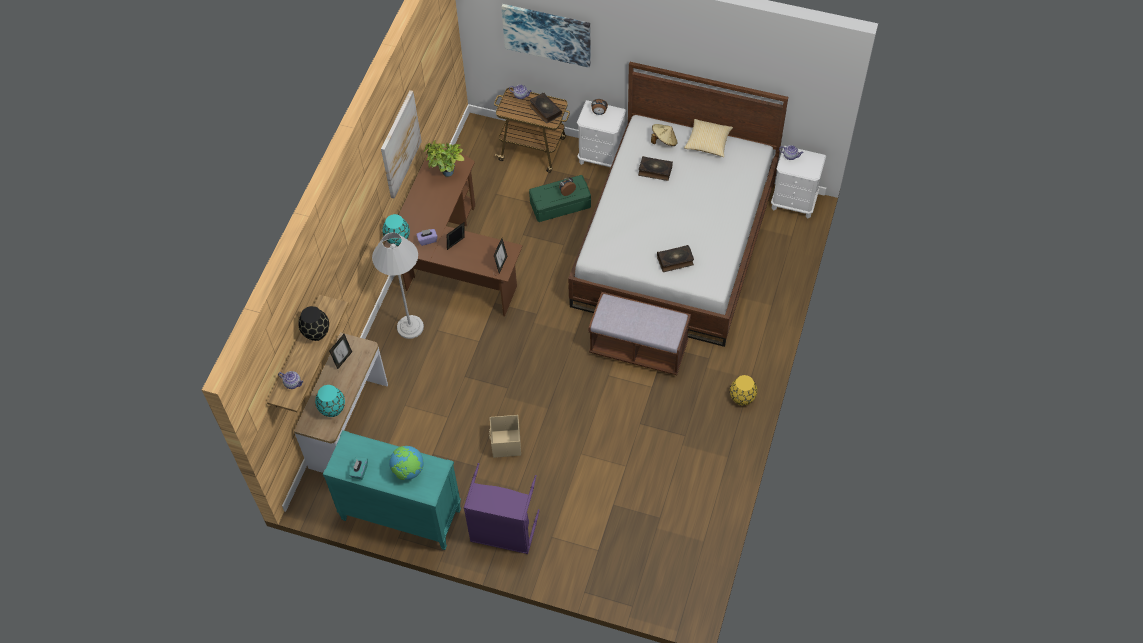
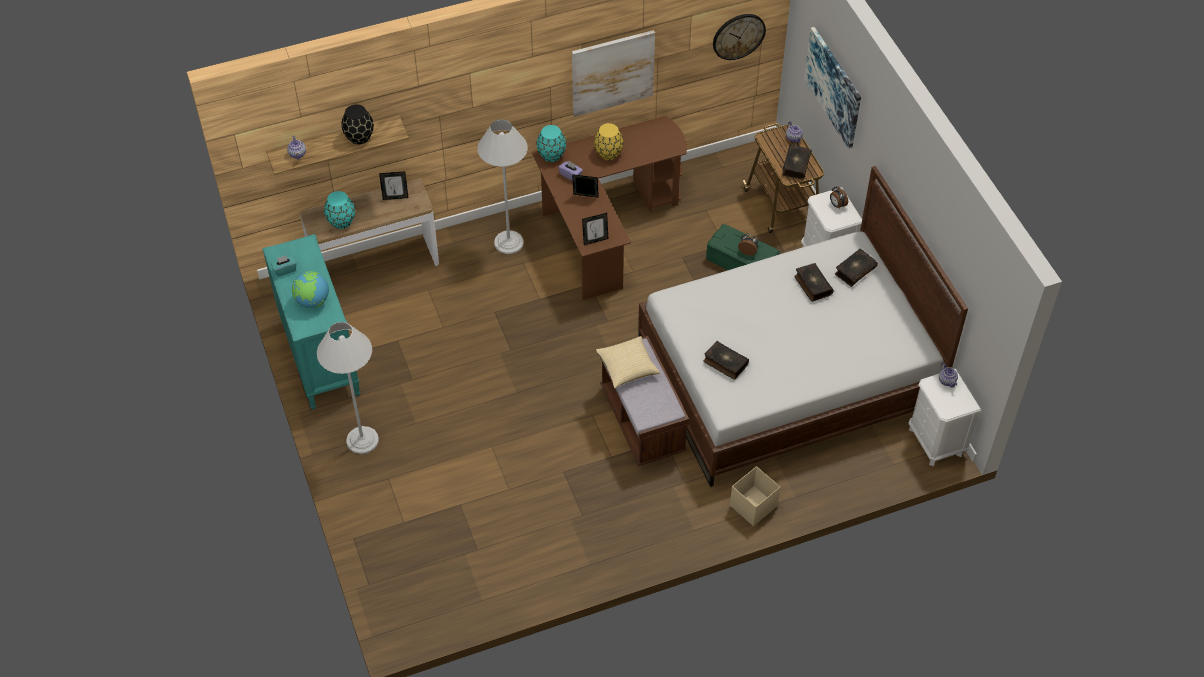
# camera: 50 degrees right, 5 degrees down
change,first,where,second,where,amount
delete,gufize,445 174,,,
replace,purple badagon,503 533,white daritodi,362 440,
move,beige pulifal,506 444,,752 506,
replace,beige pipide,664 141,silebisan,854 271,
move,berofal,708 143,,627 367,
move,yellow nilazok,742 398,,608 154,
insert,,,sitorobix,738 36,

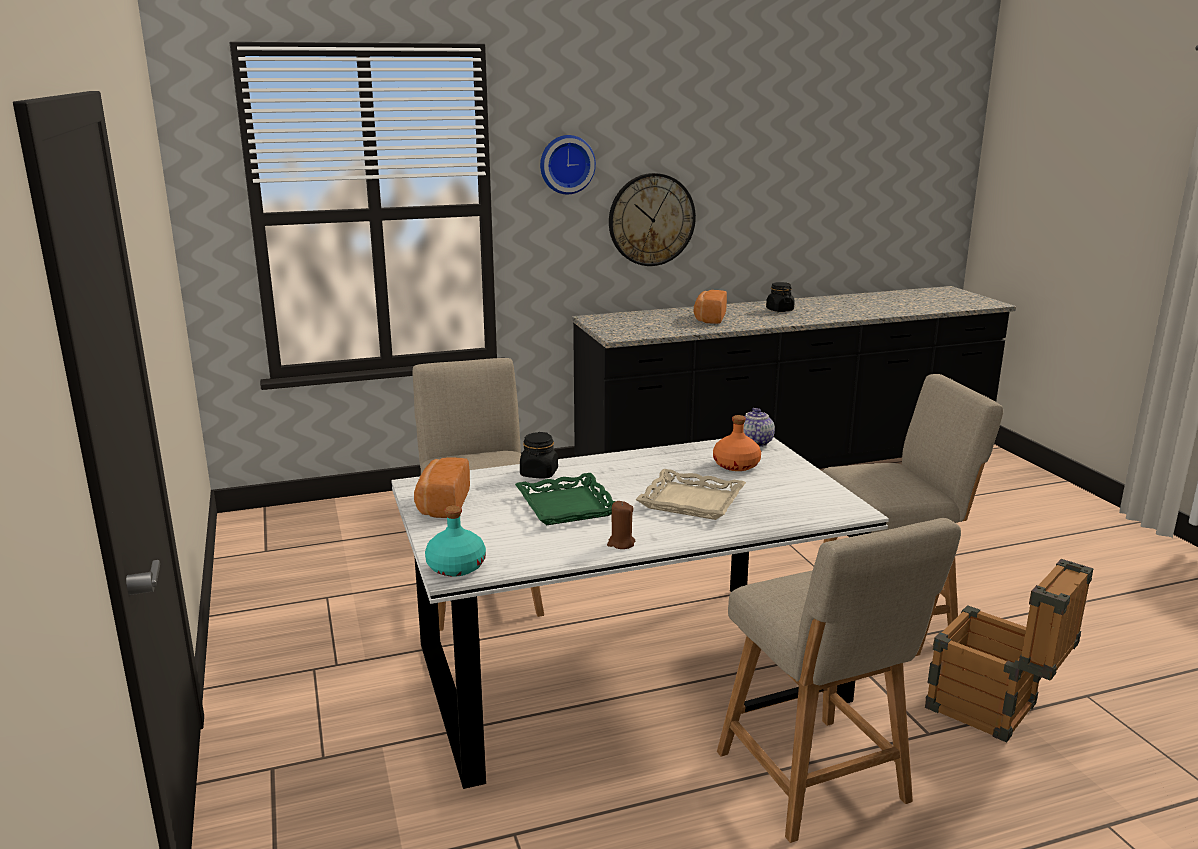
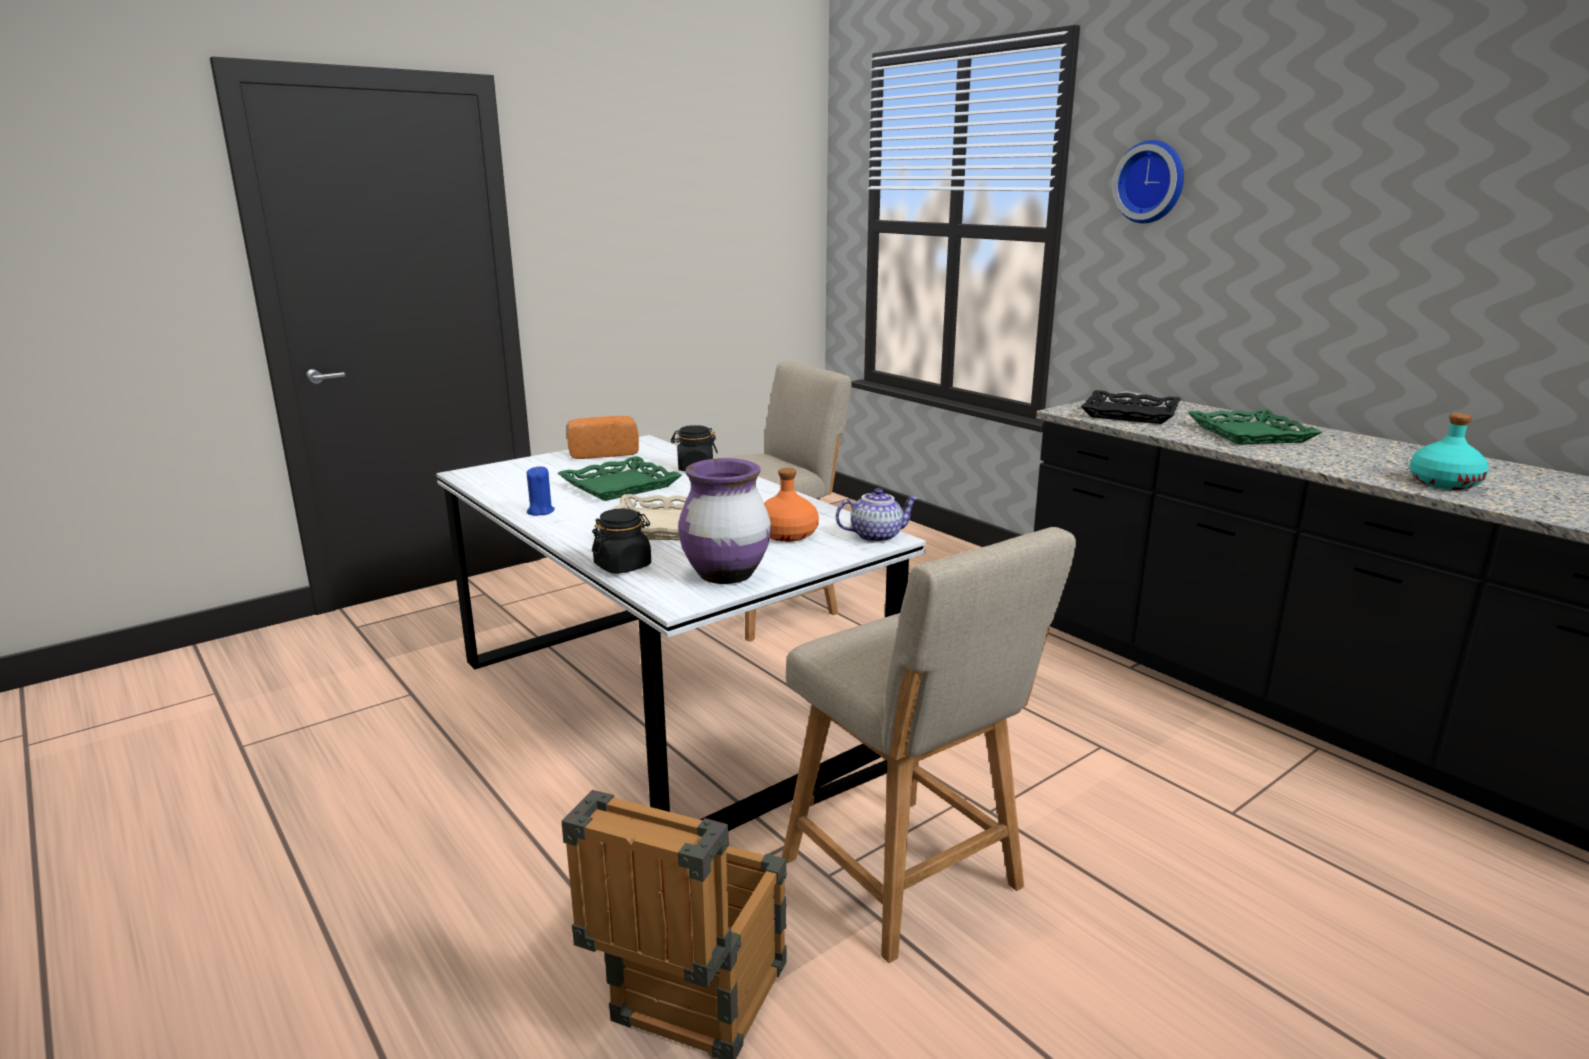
# camera: 70 degrees right, 0 degrees up
change,first,where,second,where,amount
move,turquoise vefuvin,455 567,,1443 483,
recolor,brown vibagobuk,621 543,blue vibagobuk,540 511,
delete,sitorobix,651 219,,,
replace,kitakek,709 318,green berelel,1251 434,
delete,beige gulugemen,816 782,,,
move,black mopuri,779 310,,623 566,
insert,,,purple nilazok,725 576,
insert,,,black berelel,1129 414,

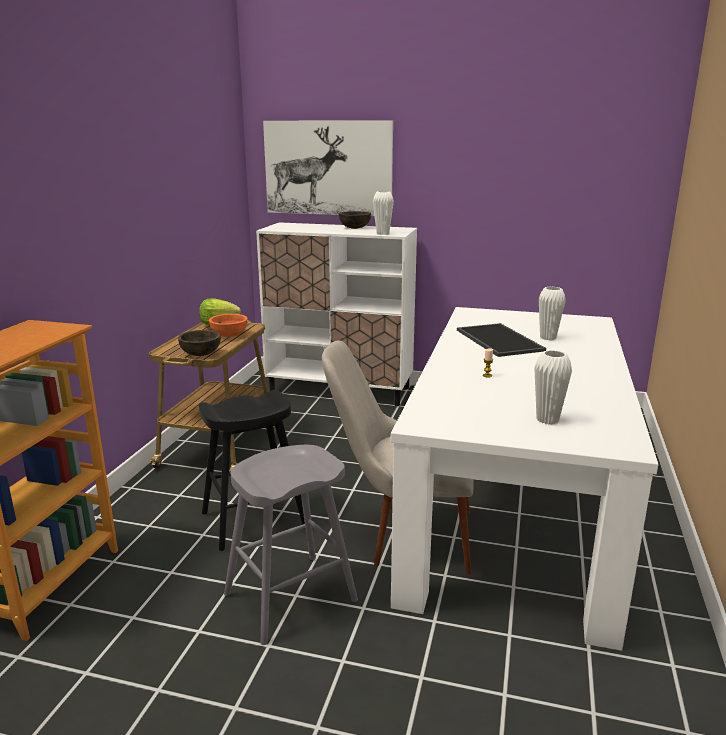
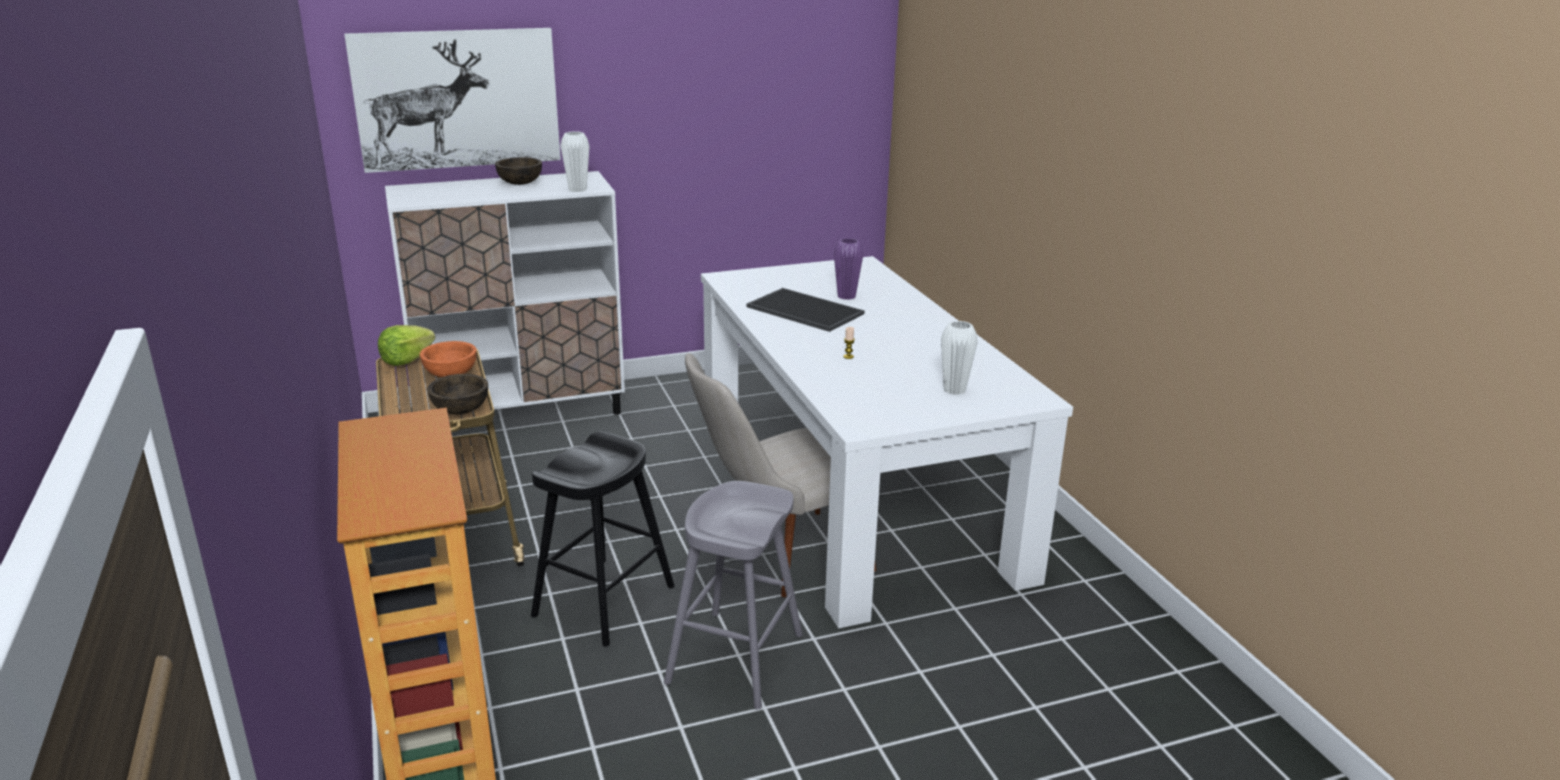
# camera: 35 degrees left, 5 degrees up
change,first,where,second,where,amount
recolor,white nilazok,548 338,purple nilazok,846 296,

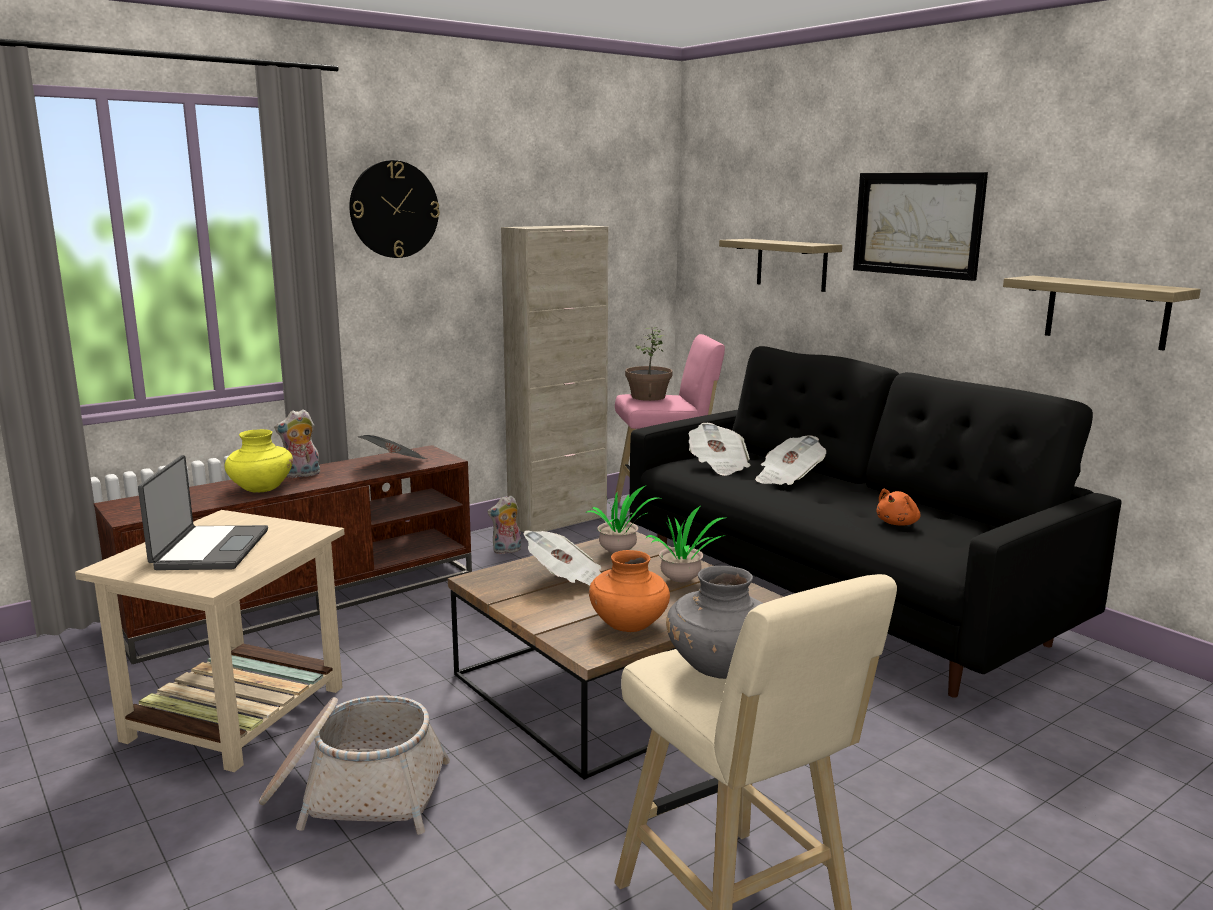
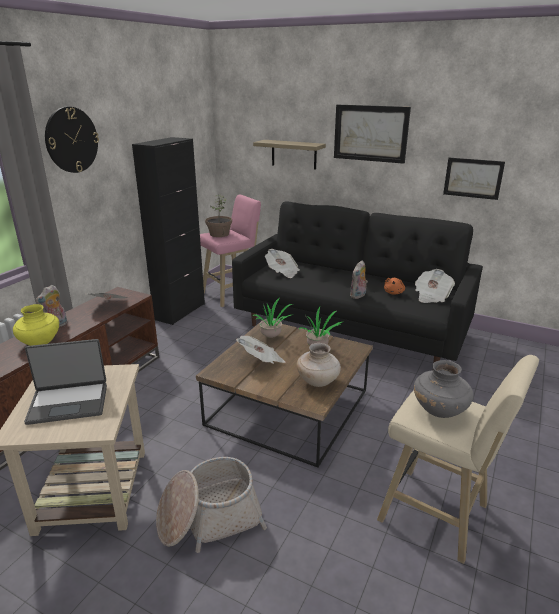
# camera: 25 degrees left, 10 degrees up
change,first,where,second,where,amount
rotate,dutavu,209 550,,69 403,105 degrees clockwise
move,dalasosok,507 551,,358 296,
recolor,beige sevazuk,558 521,black sevazuk,180 311,
recolor,orange nilazok,629 625,beige nilazok,318 382,
move,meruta,787 478,,431 296,
replace,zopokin,1106 312,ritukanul,473 178,

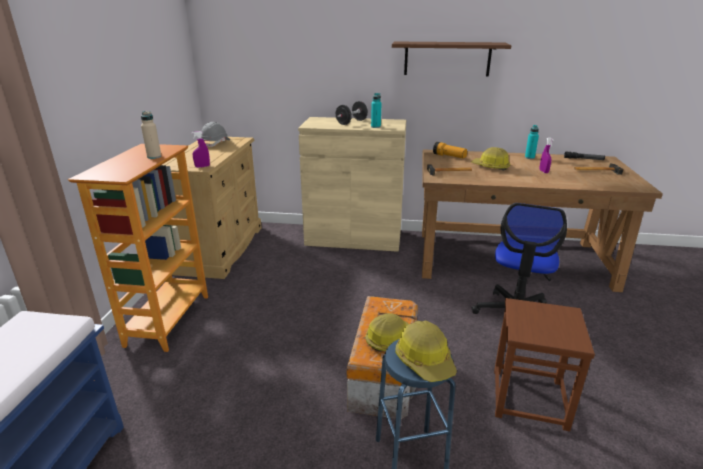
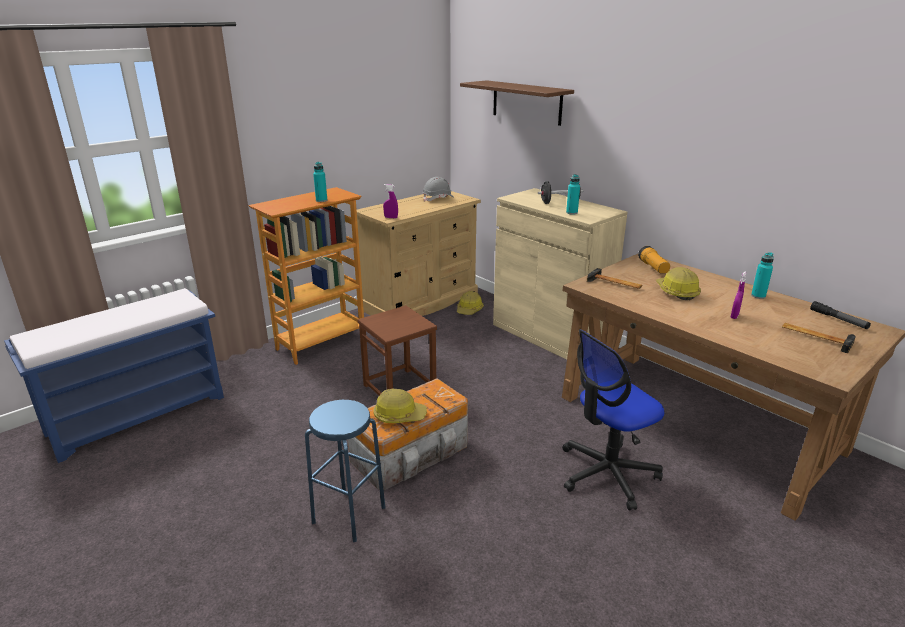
# camera: 40 degrees right, 0 degrees up
change,first,where,second,where,amount
recolor,beige vefuvin,154 157,turquoise vefuvin,321 200,
move,brown zopokin,447 59,,526 102,
move,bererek,425 360,,469 310,
move,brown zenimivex,529 398,,400 388,

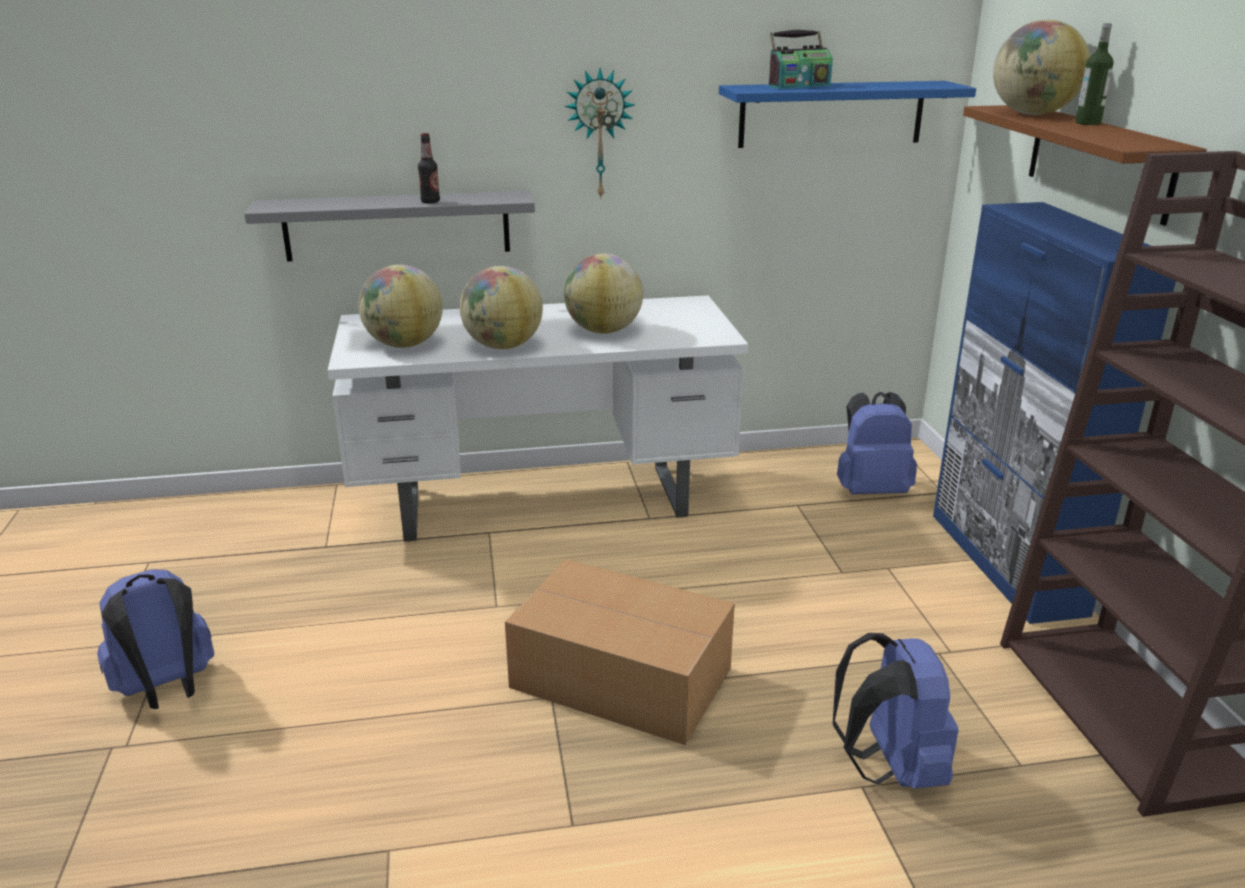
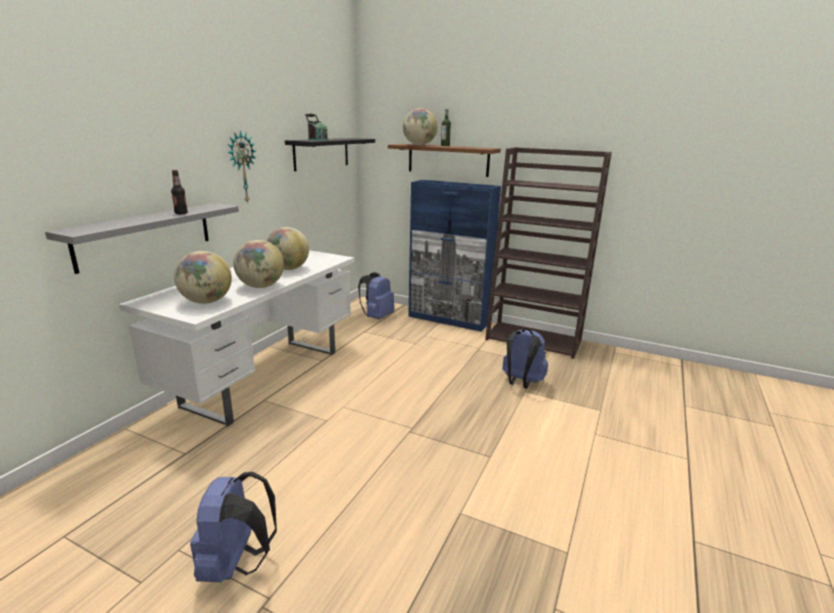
# camera: 55 degrees left, 5 degrees down
change,first,where,second,where,amount
delete,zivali,619 676,,,
recolor,blue zopokin,831 114,black zopokin,321 153,

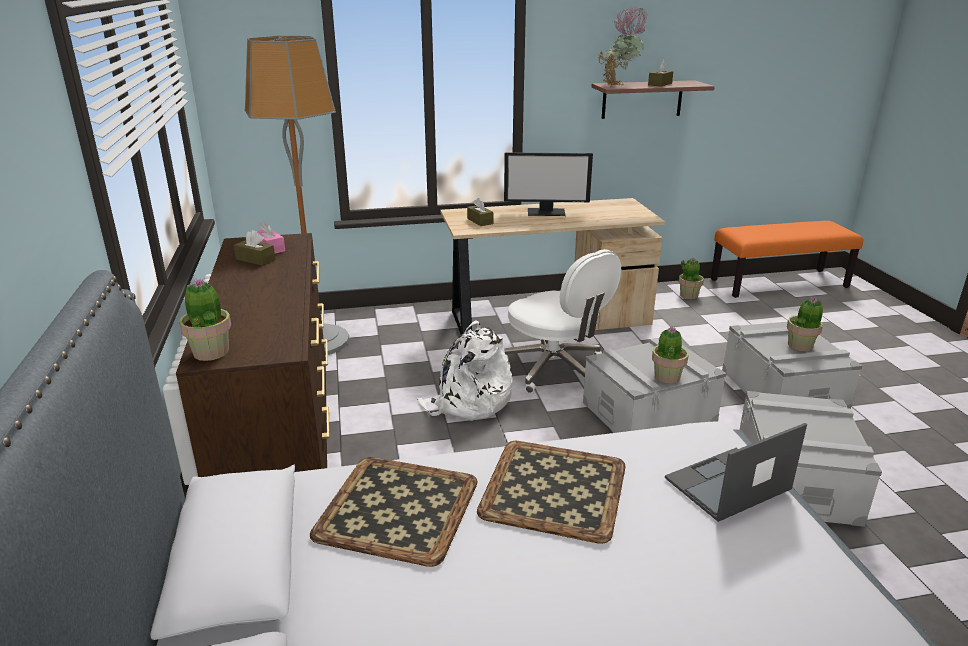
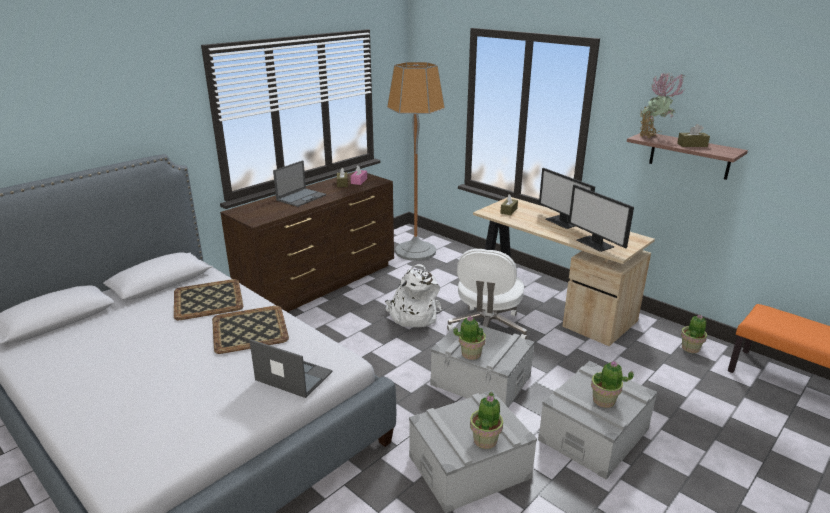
# camera: 55 degrees right, 0 degrees up
change,first,where,second,where,amount
move,gufize,211 352,,485 440,
insert,,,dutavu,301 197,
insert,,,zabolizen,595 243,

